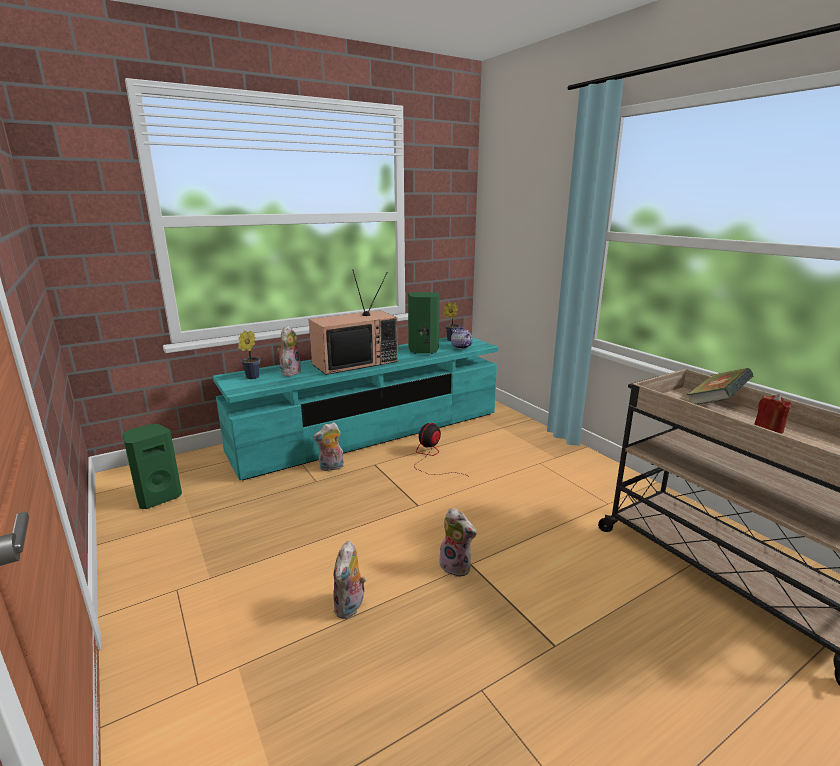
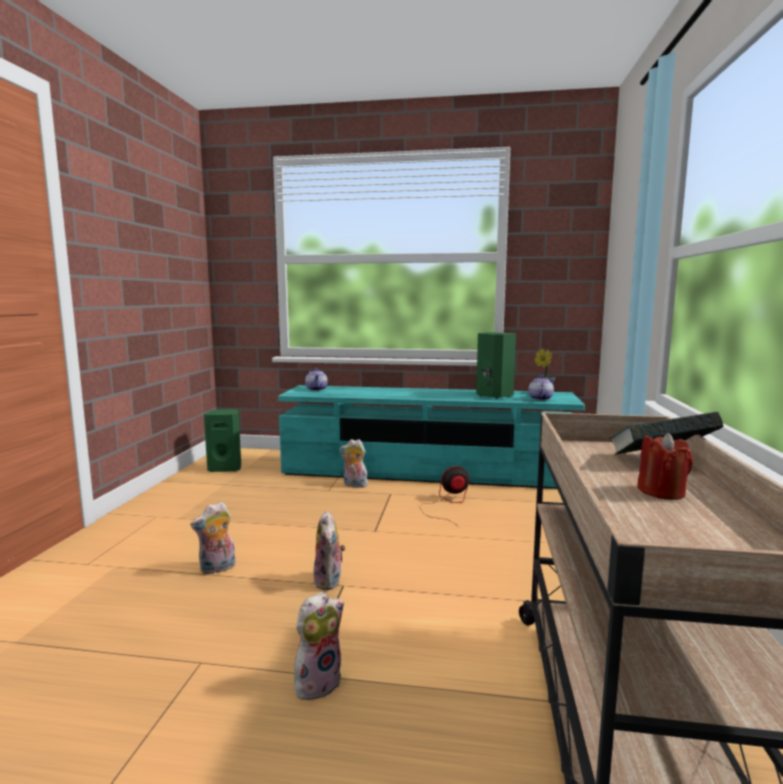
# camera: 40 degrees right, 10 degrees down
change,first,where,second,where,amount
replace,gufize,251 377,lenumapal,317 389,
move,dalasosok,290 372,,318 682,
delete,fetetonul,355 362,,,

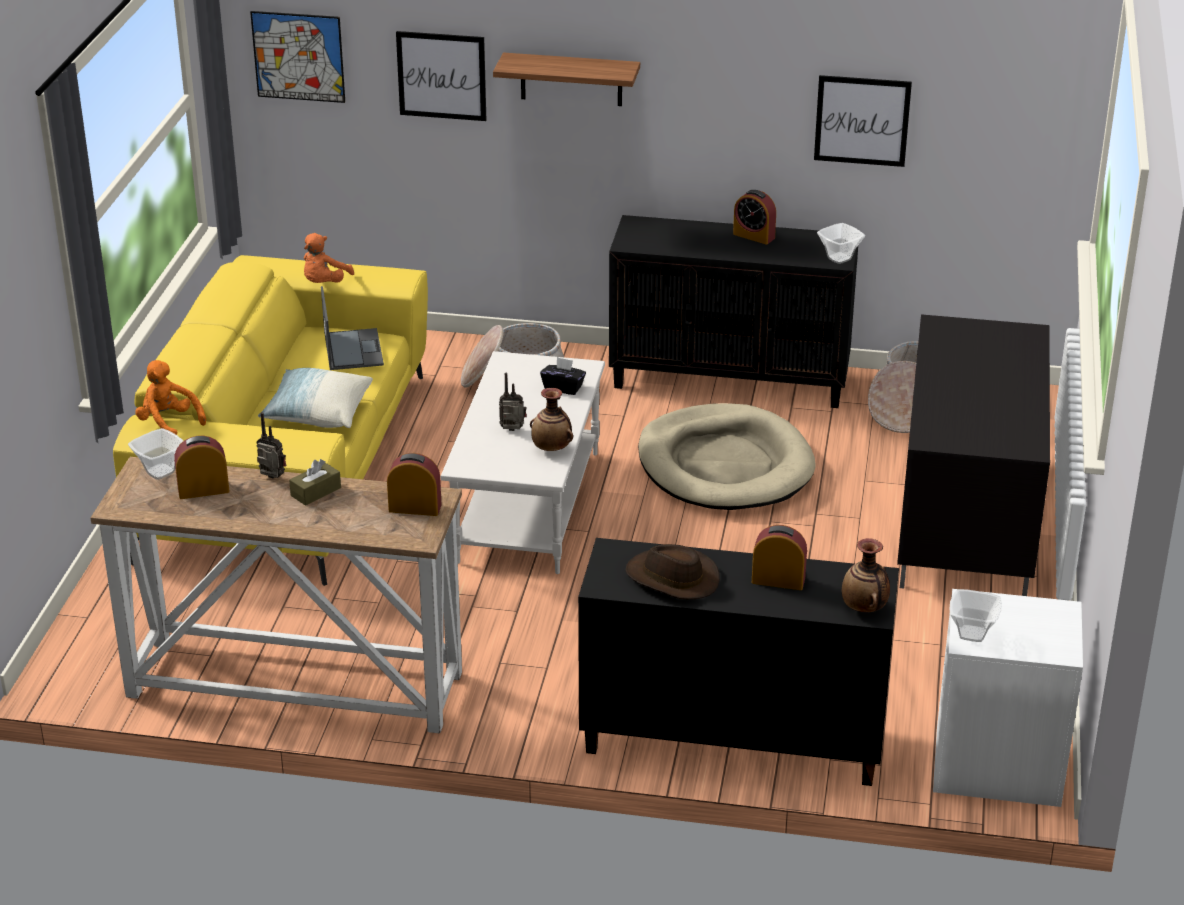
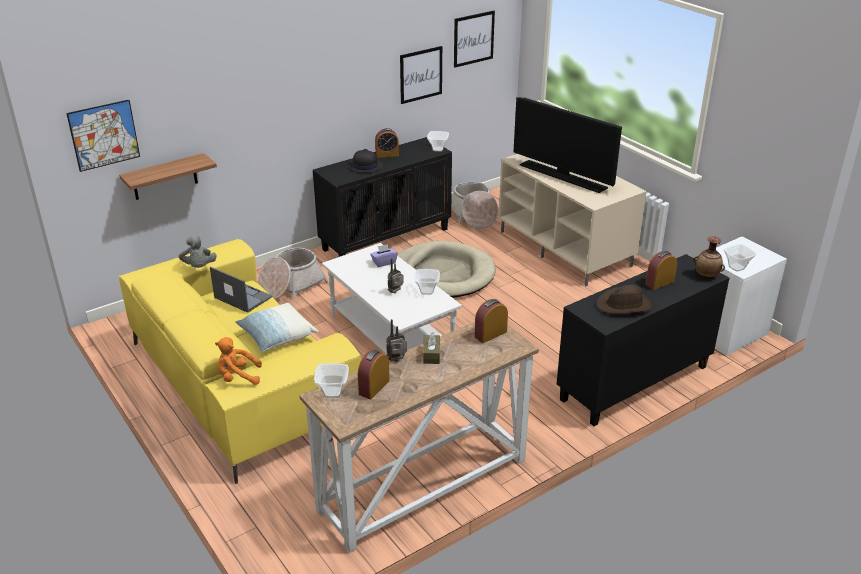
# camera: 45 degrees left, 0 degrees up
change,first,where,second,where,amount
recolor,orange dalasosok,324 283,grey dalasosok,199 267,
move,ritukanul,441 75,,473 38,
move,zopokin,571 79,,164 177,
replace,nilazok,552 449,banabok,427 291,
recolor,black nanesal,563 388,purple nanesal,384 262,
recolor,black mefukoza,968 522,beige mefukoza,566 249,
insert,,,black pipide,365 166,
insert,,,fetetonul,563 176,

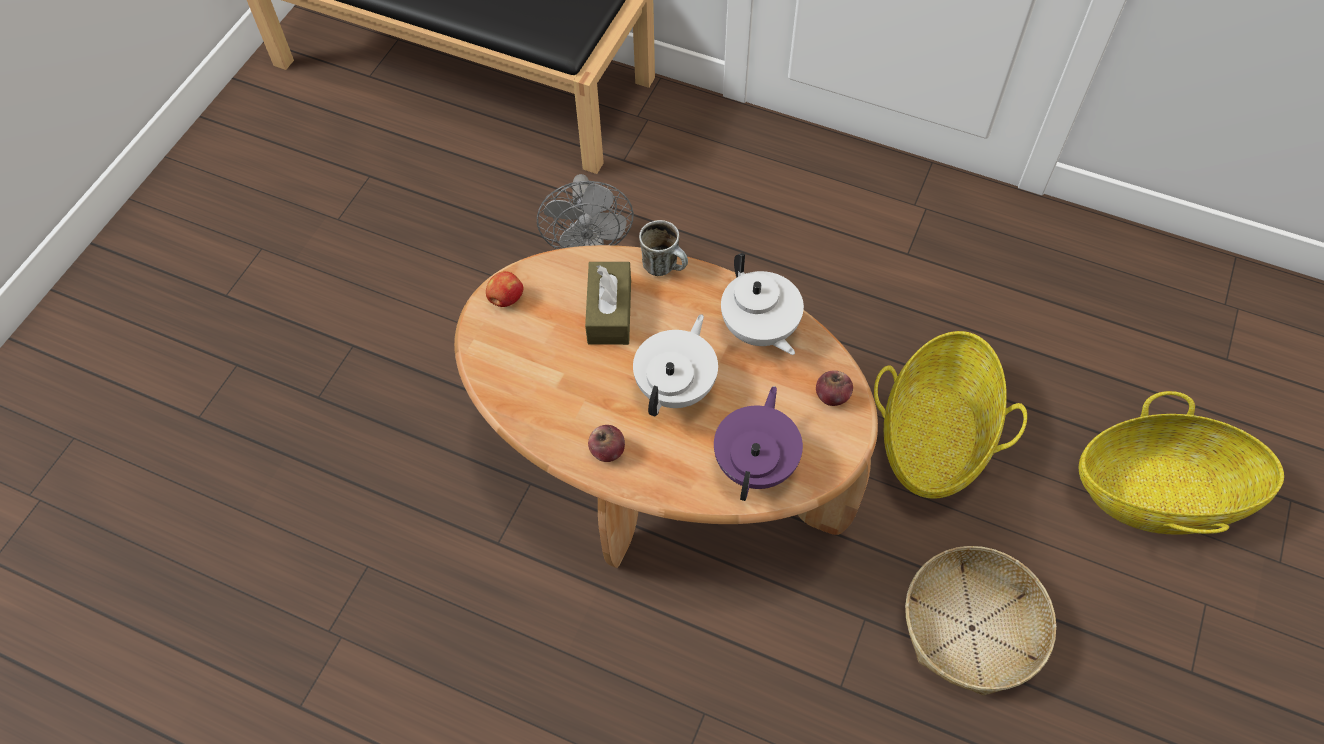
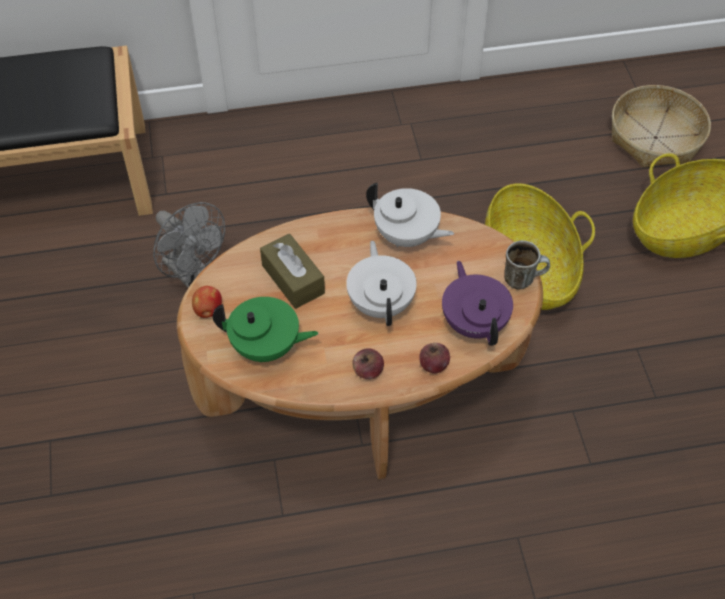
# camera: 35 degrees left, 5 degrees down
change,first,where,second,where,amount
move,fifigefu,665 267,,523 278,
move,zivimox,832 396,,433 365,
move,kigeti,971 627,,655 137,
insert,,,green lenumapal,266 347,

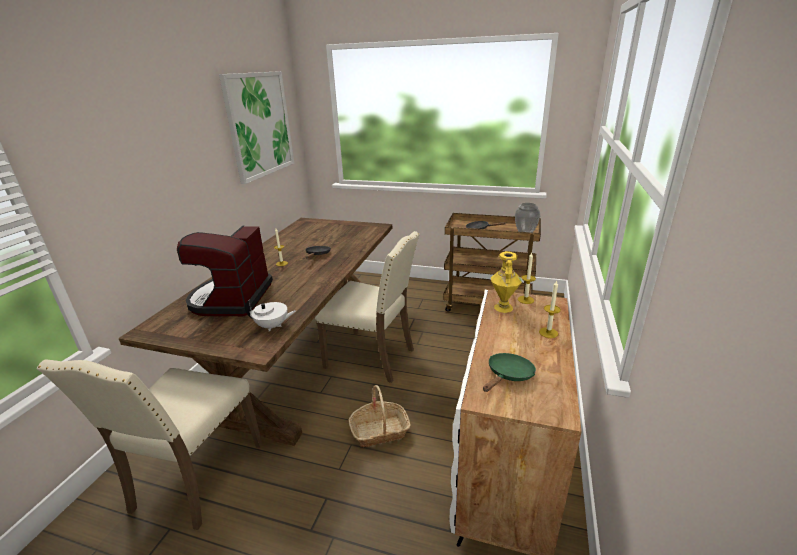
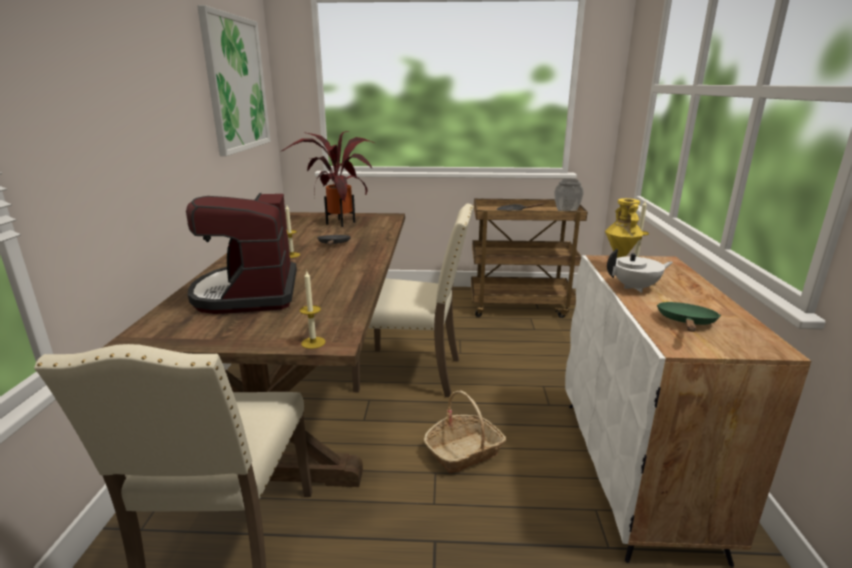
# camera: 15 degrees left, 5 degrees down
change,first,where,second,where,amount
move,white lenumapal,273 326,,635 288,
move,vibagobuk,548 333,,313 343,
insert,,,gufize,339 222,

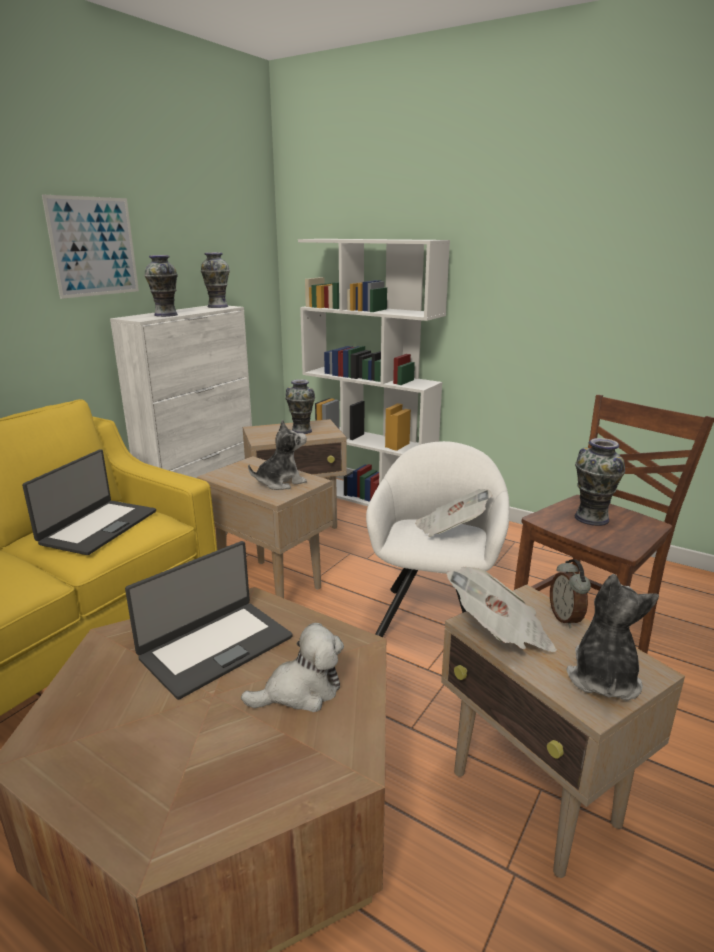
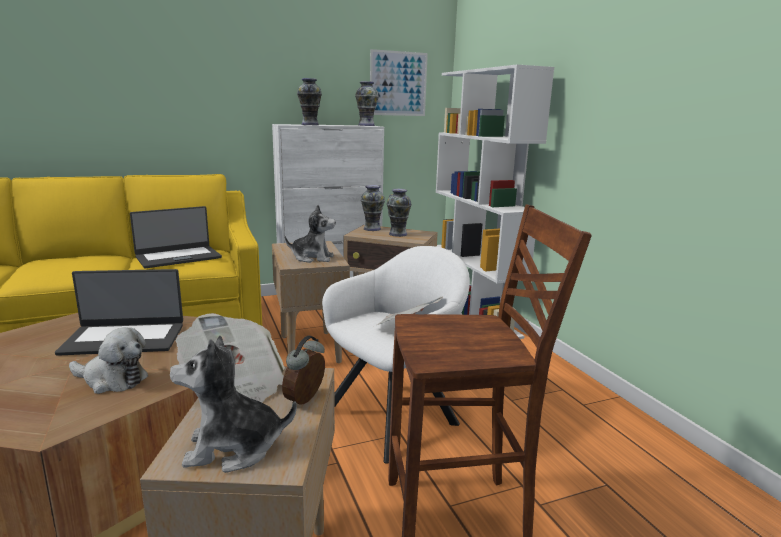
# camera: 35 degrees right, 5 degrees down
change,first,where,second,where,amount
move,ritukanul,94 247,,398 83,
rotate,dalasosok,602 677,,233 448,150 degrees counterclockwise
move,nilazok,591 518,,371 229,

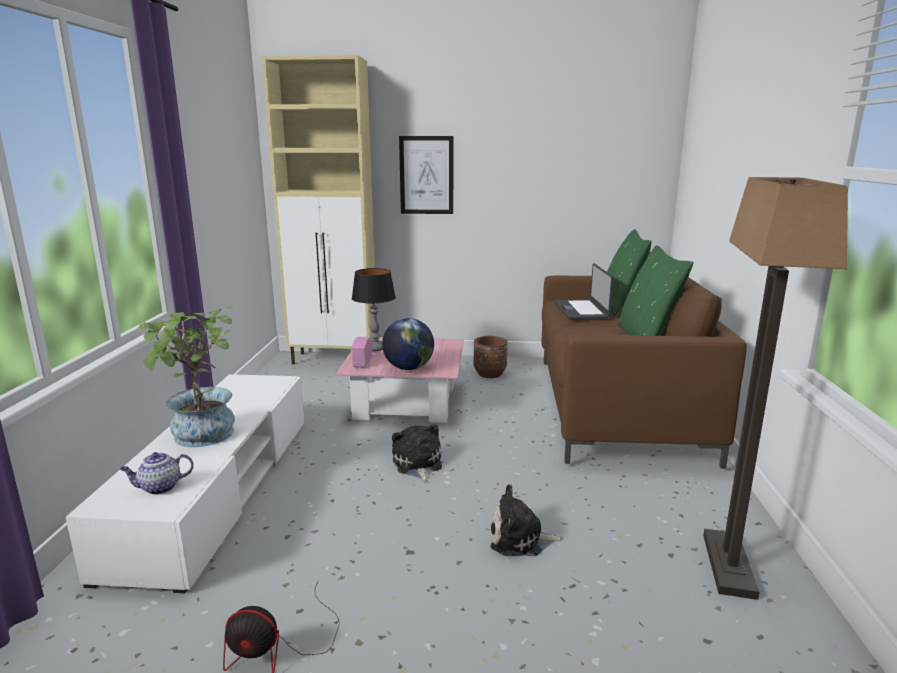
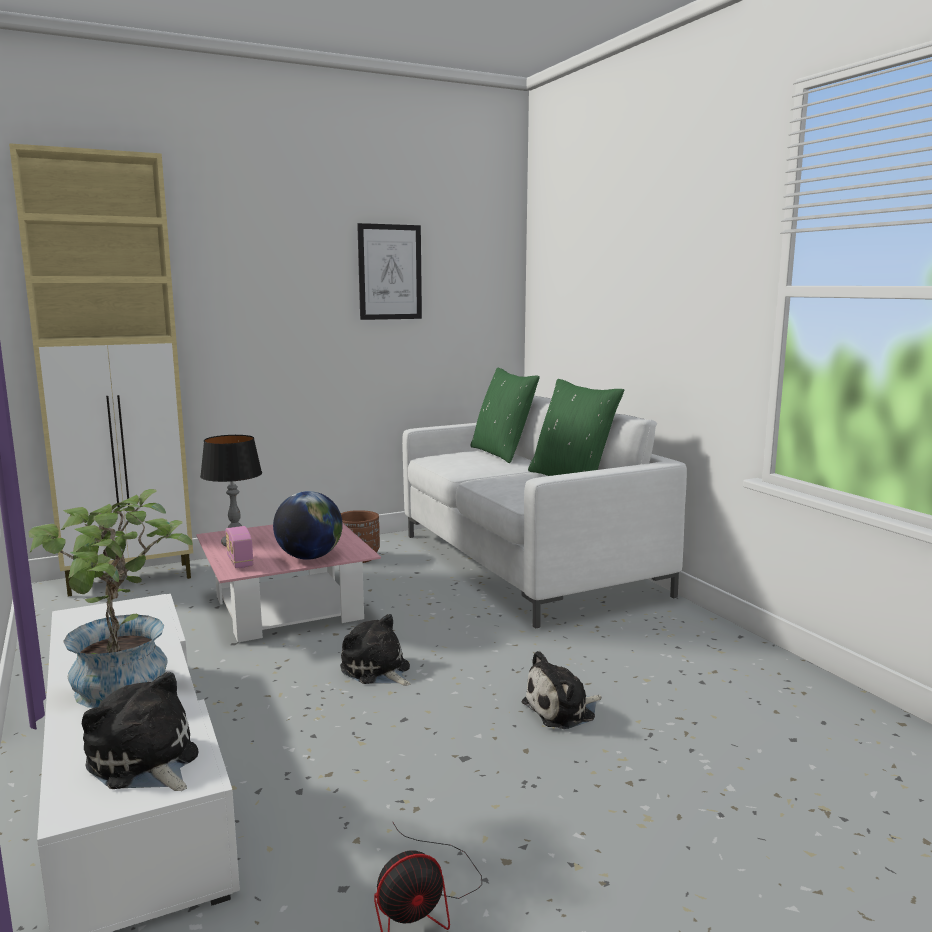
# camera: 30 degrees left, 5 degrees down
change,first,where,second,where,amount
replace,lenumapal,159 488,dalasosok,145 762,
move,ritukanul,426 175,,390 272,
recolor,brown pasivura,615 407,white pasivura,526 565,
delete,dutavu,582 310,,,
delete,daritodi,729 566,,,

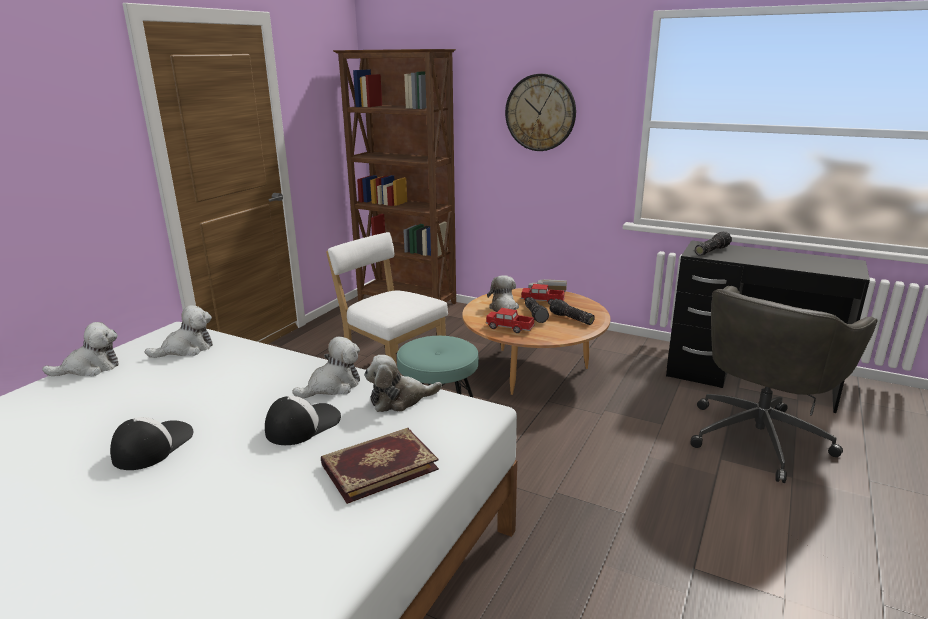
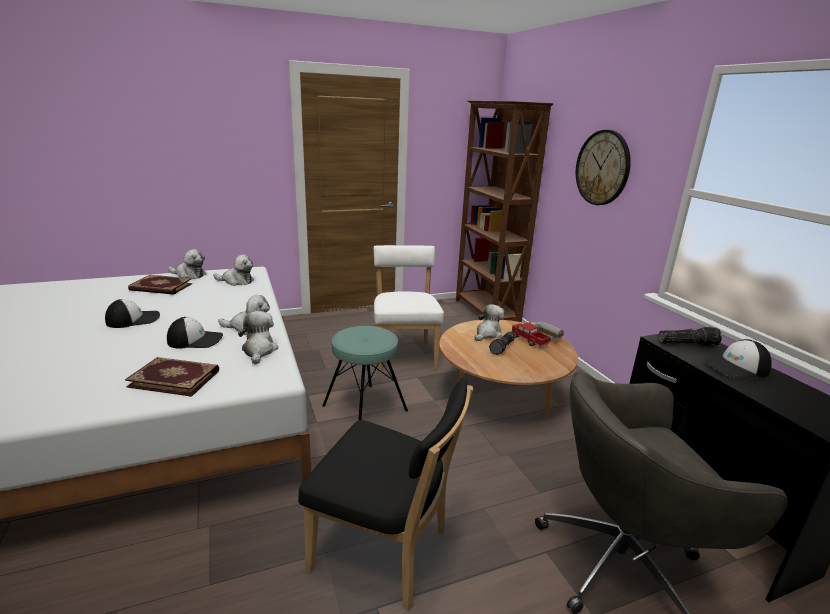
# camera: 40 degrees right, 0 degrees up
change,first,where,second,where,amount
rotate,dalasosok,399 400,,259 350,60 degrees clockwise
delete,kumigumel,509 328,,,
delete,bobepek,570 319,,,
insert,,,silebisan,160 287,
insert,,,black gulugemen,385 552,
insert,,,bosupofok,737 368,

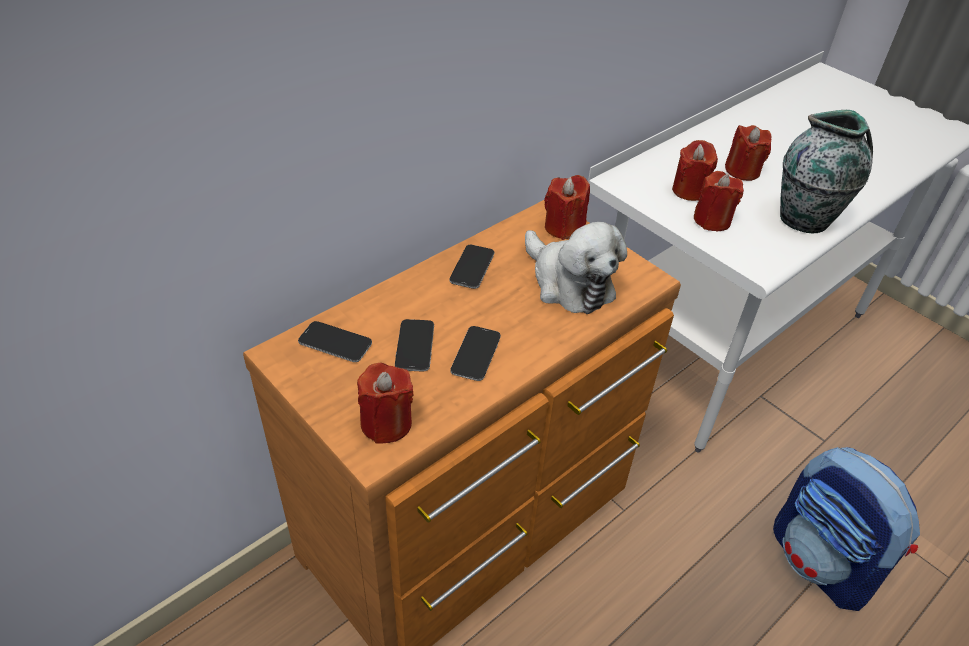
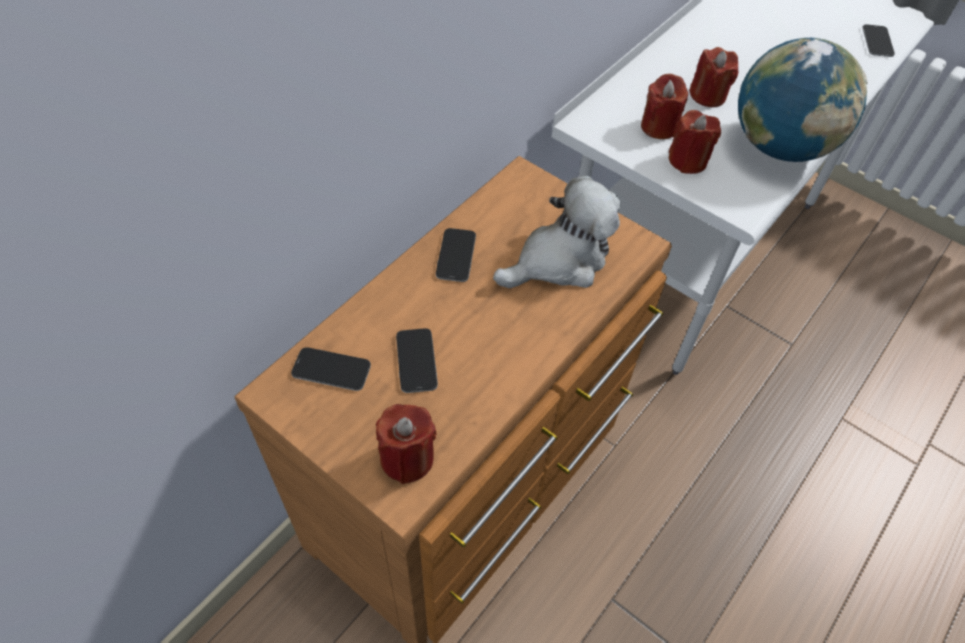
# camera: 10 degrees left, 10 degrees up
change,first,where,second,where,amount
move,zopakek,476 354,,877 42,
rotate,dalasosok,569 283,,559 260,75 degrees counterclockwise
delete,red vibagobuk,564 227,,,
delete,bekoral,822 562,,,
replace,nilazok,805 219,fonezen,779 147,

